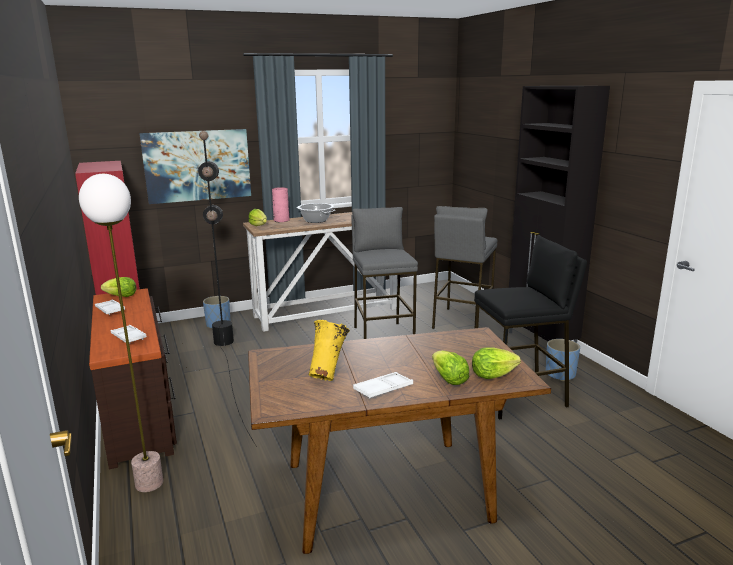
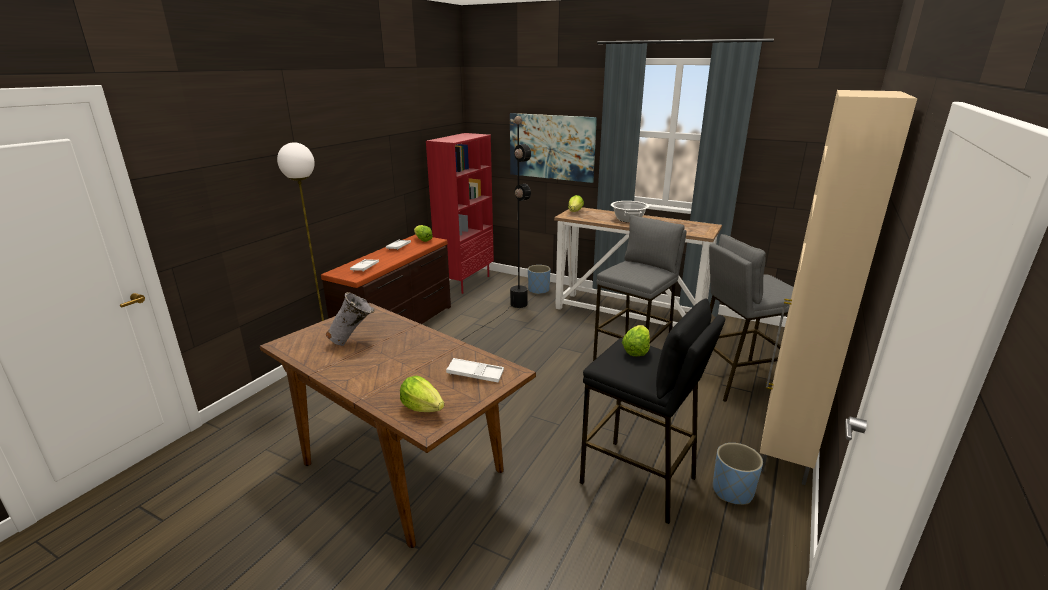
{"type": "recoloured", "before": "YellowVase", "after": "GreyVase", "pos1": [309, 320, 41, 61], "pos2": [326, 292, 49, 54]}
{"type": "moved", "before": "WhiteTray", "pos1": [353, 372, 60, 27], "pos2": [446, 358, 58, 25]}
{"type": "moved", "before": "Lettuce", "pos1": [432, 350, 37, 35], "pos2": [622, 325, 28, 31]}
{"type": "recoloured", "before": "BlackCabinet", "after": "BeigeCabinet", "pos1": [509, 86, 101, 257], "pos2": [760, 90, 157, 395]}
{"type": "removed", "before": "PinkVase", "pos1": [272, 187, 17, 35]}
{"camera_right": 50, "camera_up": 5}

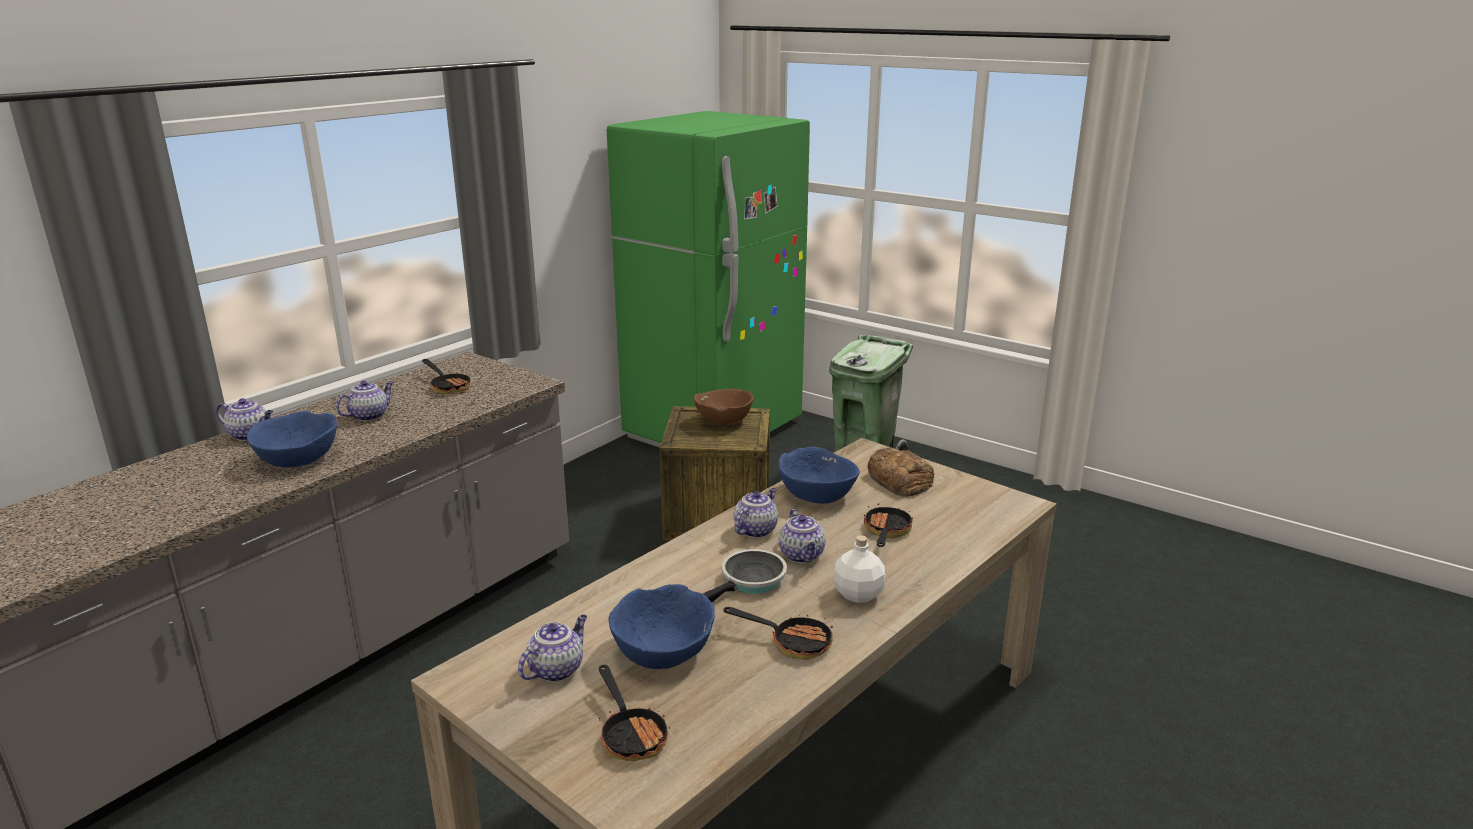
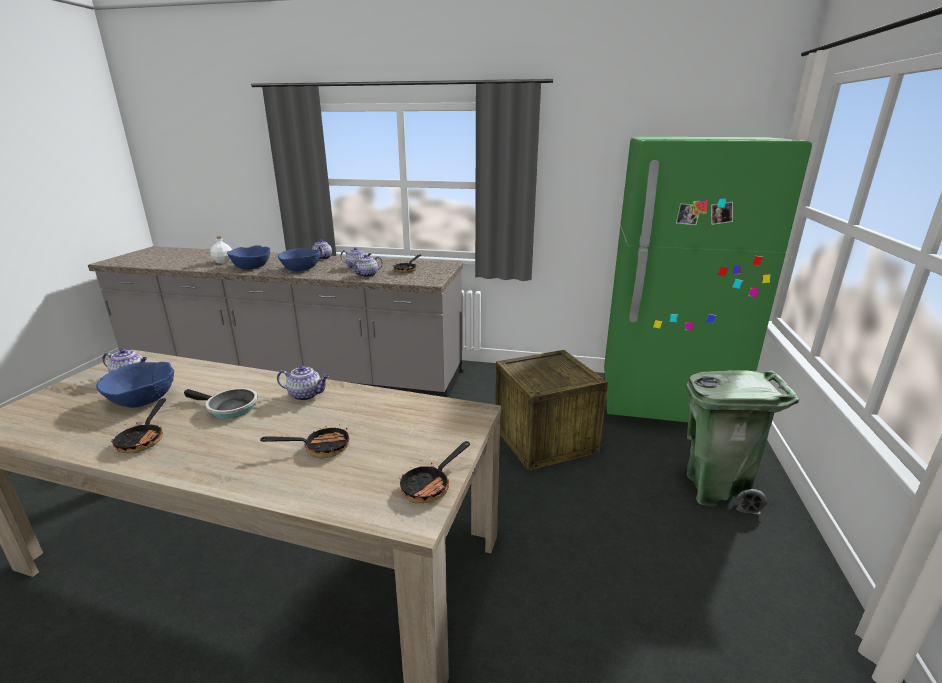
{"type": "moved", "before": "WhiteBottle", "pos1": [833, 535, 52, 68], "pos2": [210, 236, 22, 28]}
{"type": "moved", "before": "BlueBowl", "pos1": [778, 447, 82, 57], "pos2": [227, 245, 43, 24]}
{"type": "moved", "before": "Teapot", "pos1": [779, 509, 47, 54], "pos2": [350, 254, 33, 23]}
{"type": "moved", "before": "FryingPan", "pos1": [599, 665, 72, 96], "pos2": [400, 441, 70, 63]}
{"type": "removed", "before": "BrownBowl", "pos1": [694, 388, 60, 36]}
{"type": "removed", "before": "Bread", "pos1": [868, 448, 66, 49]}
{"camera_right": 65, "camera_up": 0}

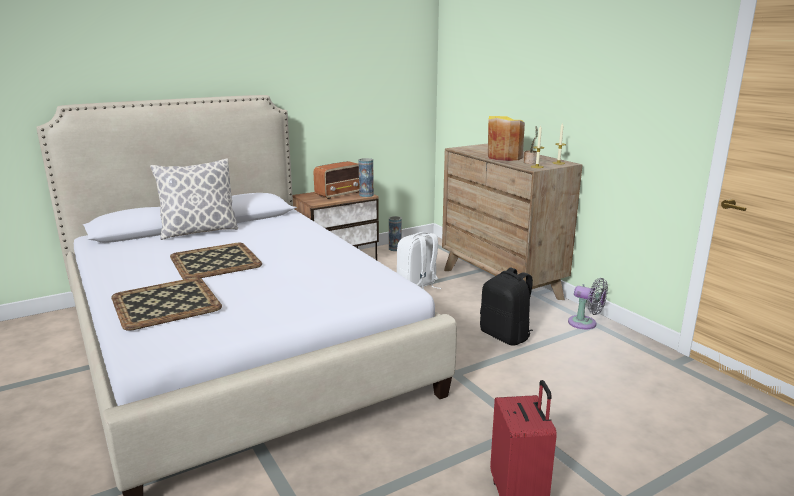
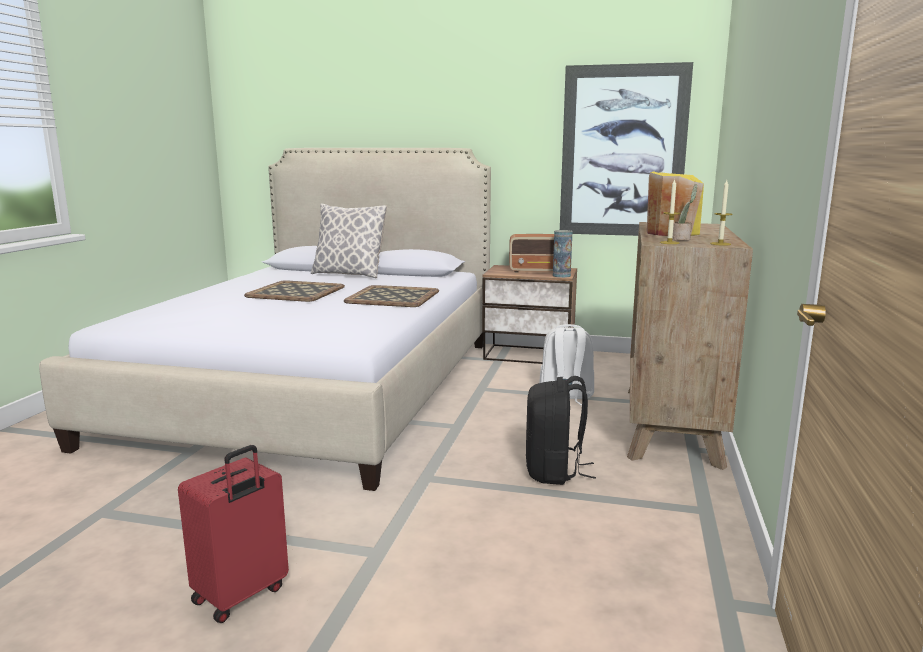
{"type": "moved", "before": "Tray", "pos1": [111, 277, 111, 54], "pos2": [344, 285, 95, 22]}
{"type": "added", "after": "Picture", "pos2": [560, 62, 133, 174]}
{"type": "removed", "before": "Vase", "pos1": [389, 216, 13, 35]}
{"type": "removed", "before": "GreyFan", "pos1": [568, 278, 40, 51]}
{"camera_right": 45, "camera_up": -5}

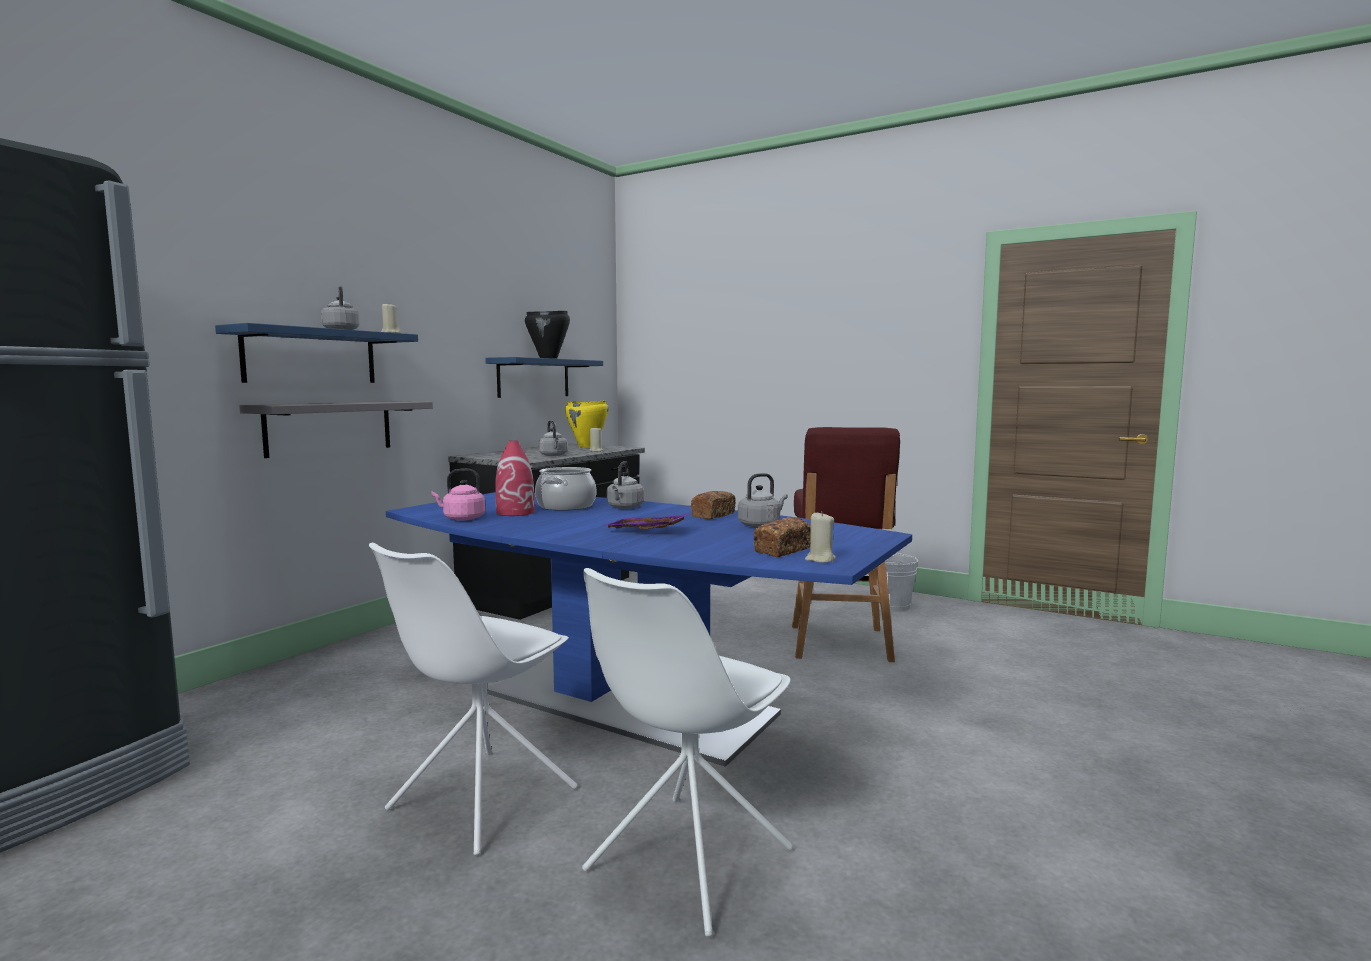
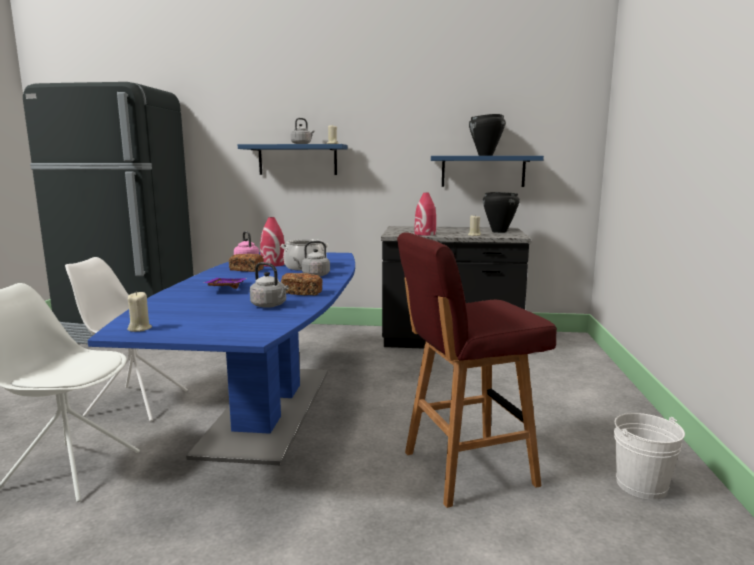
{"type": "moved", "before": "Bread", "pos1": [754, 517, 57, 40], "pos2": [229, 254, 35, 18]}
{"type": "replaced", "before": "GreyKettle", "after": "RedVase", "pos1": [539, 420, 29, 36], "pos2": [414, 192, 22, 44]}
{"type": "recoloured", "before": "YellowCookingPot", "after": "BlackCookingPot", "pos1": [565, 400, 44, 48], "pos2": [483, 192, 37, 41]}
{"type": "removed", "before": "GreyShelf", "pos1": [239, 401, 194, 57]}
{"camera_right": 65, "camera_up": 5}

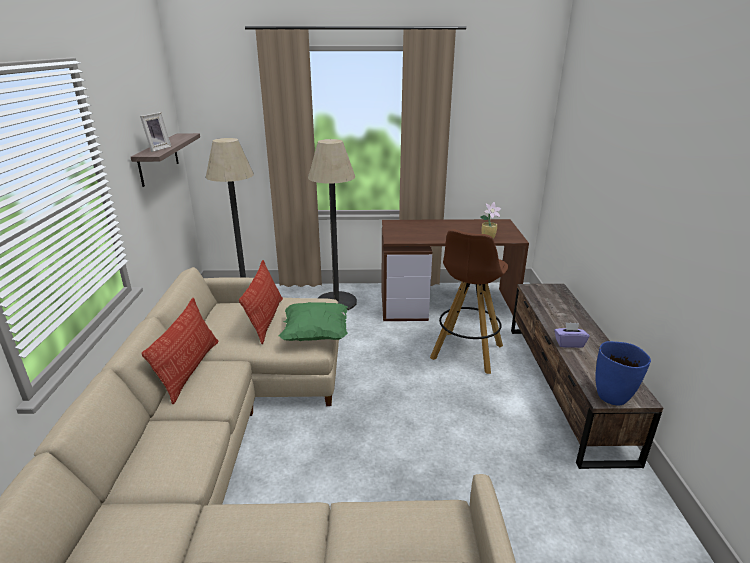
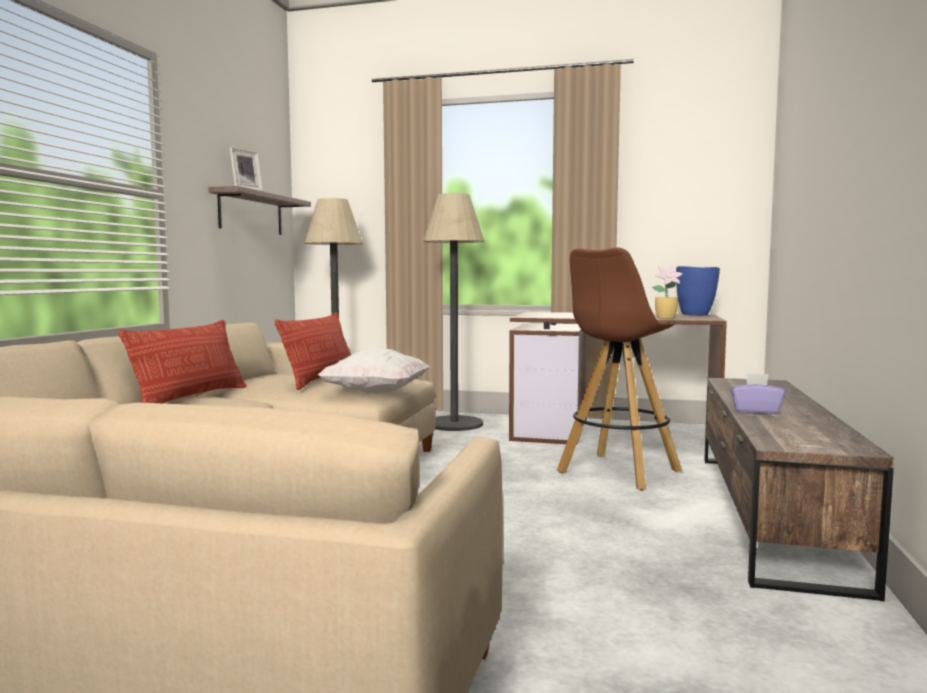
{"type": "recoloured", "before": "GreenPillow", "after": "WhitePillow", "pos1": [279, 302, 69, 39], "pos2": [317, 347, 113, 47]}
{"type": "moved", "before": "BlueVase", "pos1": [595, 341, 56, 64], "pos2": [676, 266, 44, 49]}
{"camera_right": 15, "camera_up": -20}

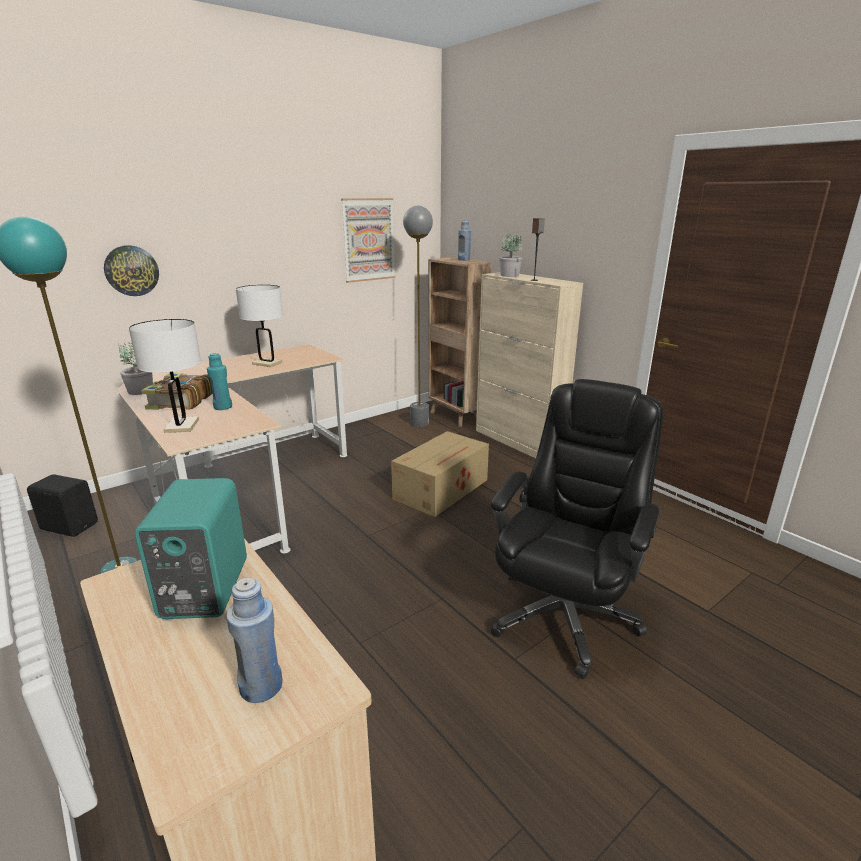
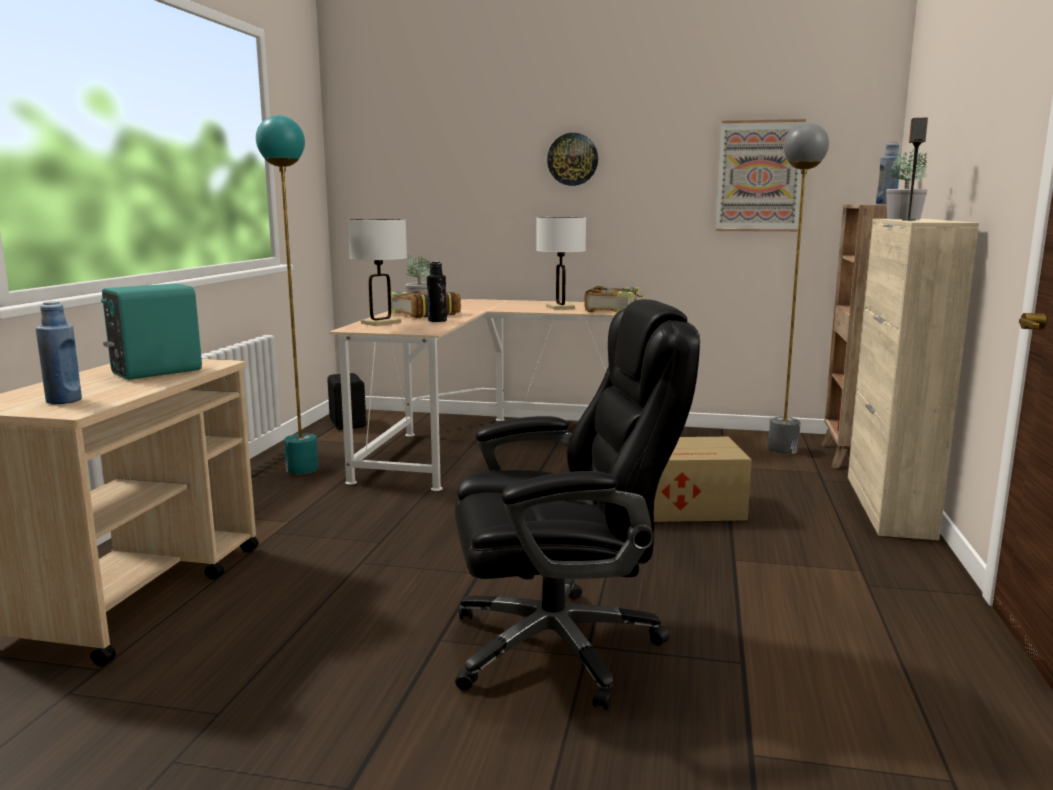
{"type": "recoloured", "before": "TurquoiseBottle", "after": "BlackBottle", "pos1": [207, 353, 25, 57], "pos2": [427, 262, 20, 60]}
{"type": "moved", "before": "WallClock", "pos1": [104, 245, 55, 51], "pos2": [547, 133, 51, 53]}
{"type": "added", "after": "Book", "pos2": [584, 286, 62, 27]}
{"camera_right": 50, "camera_up": -10}

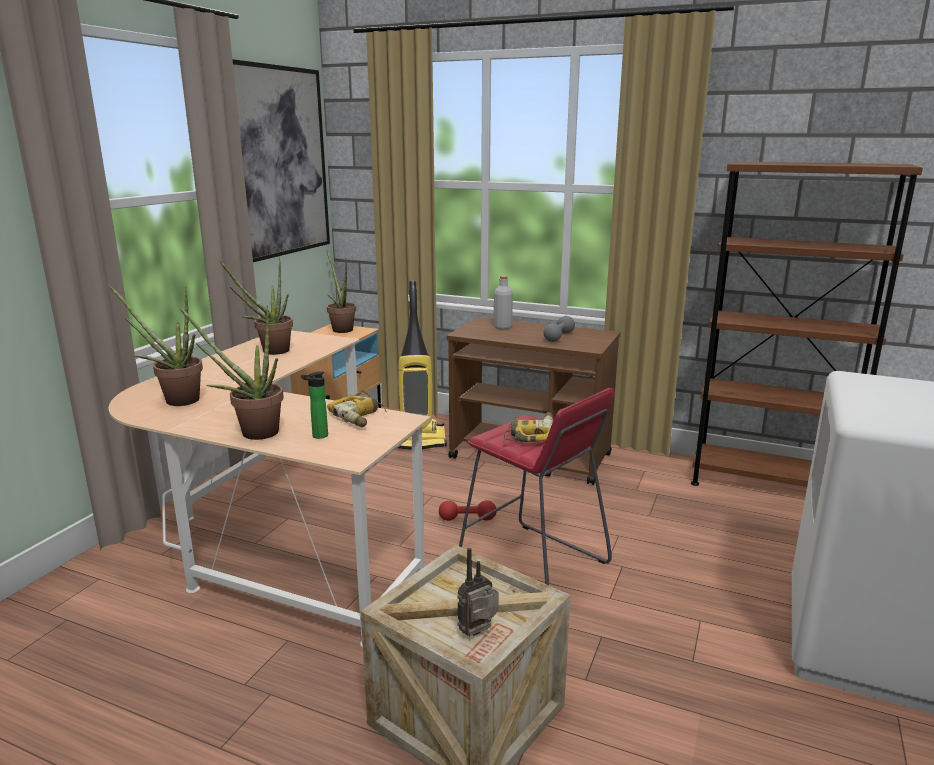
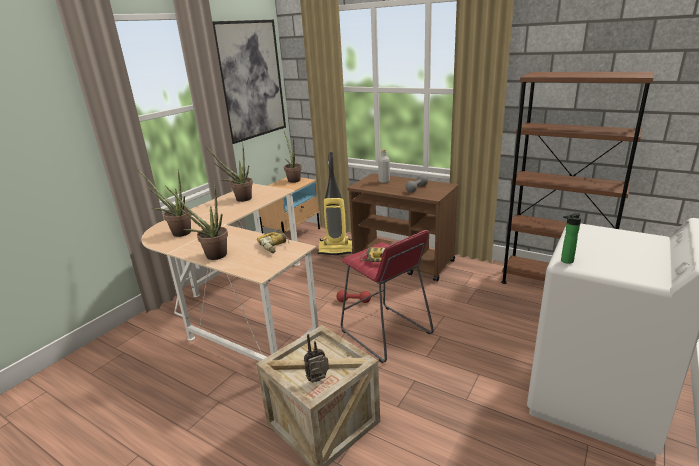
{"type": "moved", "before": "Bottle", "pos1": [301, 371, 27, 68], "pos2": [561, 213, 20, 51]}
{"camera_right": 10, "camera_up": 5}

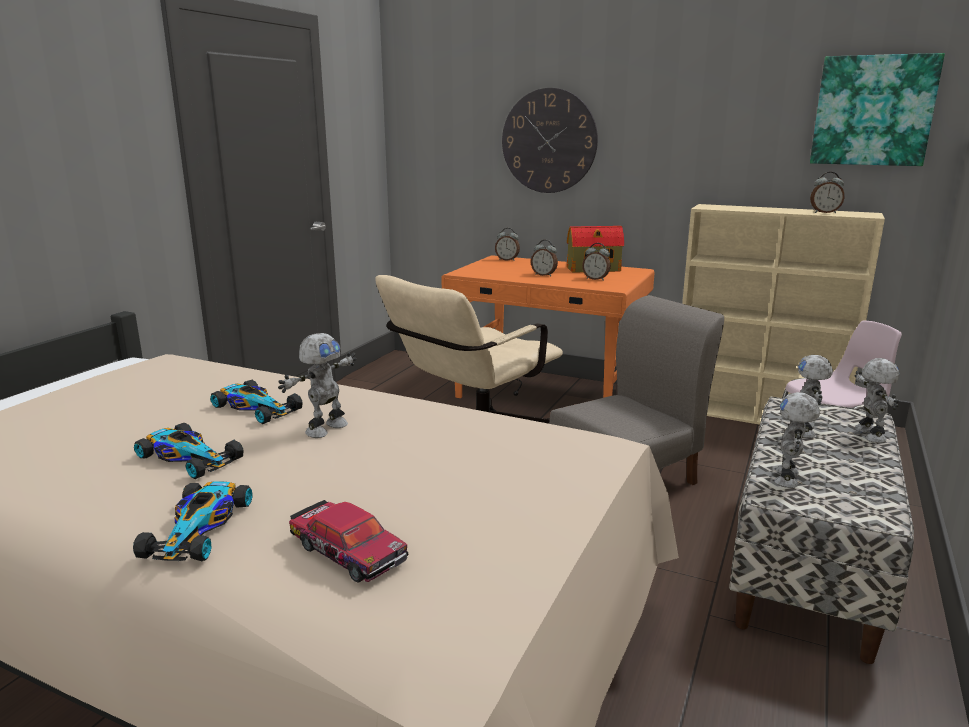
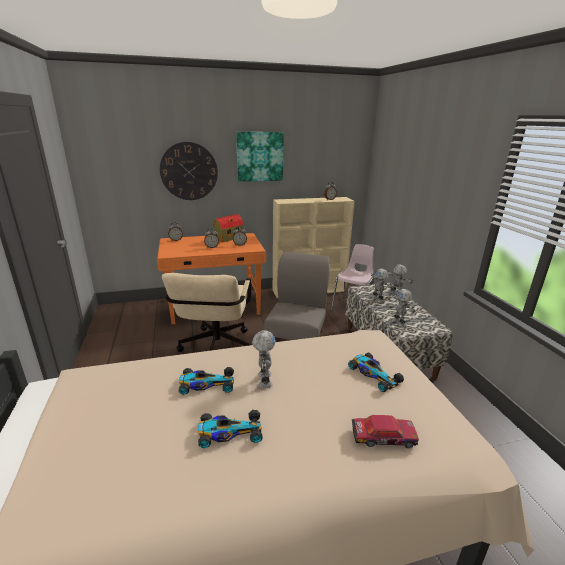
{"type": "moved", "before": "Picture", "pos1": [810, 53, 135, 113], "pos2": [236, 132, 48, 50]}
{"type": "moved", "before": "ToyCar", "pos1": [133, 481, 119, 80], "pos2": [348, 353, 56, 39]}
{"camera_right": -40, "camera_up": 5}

